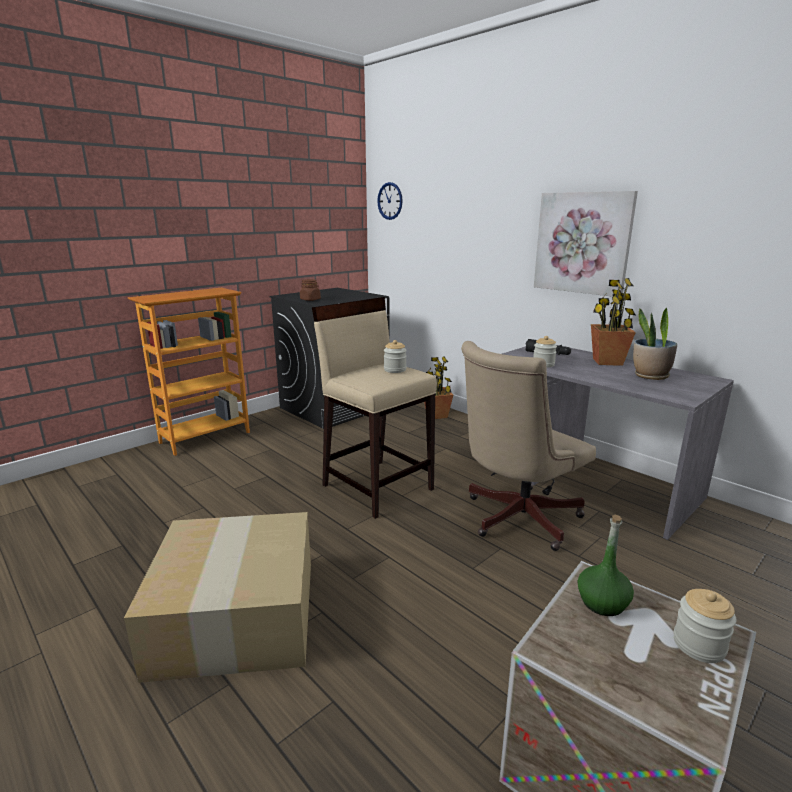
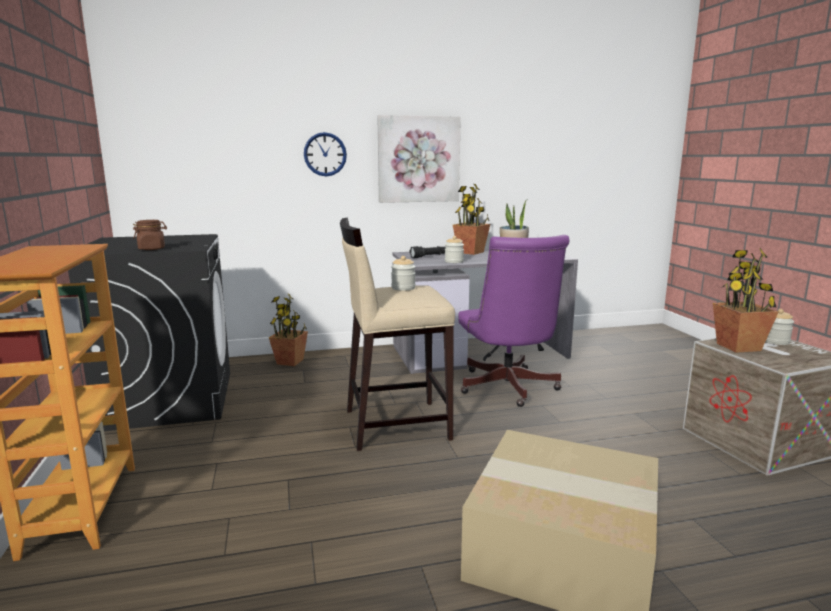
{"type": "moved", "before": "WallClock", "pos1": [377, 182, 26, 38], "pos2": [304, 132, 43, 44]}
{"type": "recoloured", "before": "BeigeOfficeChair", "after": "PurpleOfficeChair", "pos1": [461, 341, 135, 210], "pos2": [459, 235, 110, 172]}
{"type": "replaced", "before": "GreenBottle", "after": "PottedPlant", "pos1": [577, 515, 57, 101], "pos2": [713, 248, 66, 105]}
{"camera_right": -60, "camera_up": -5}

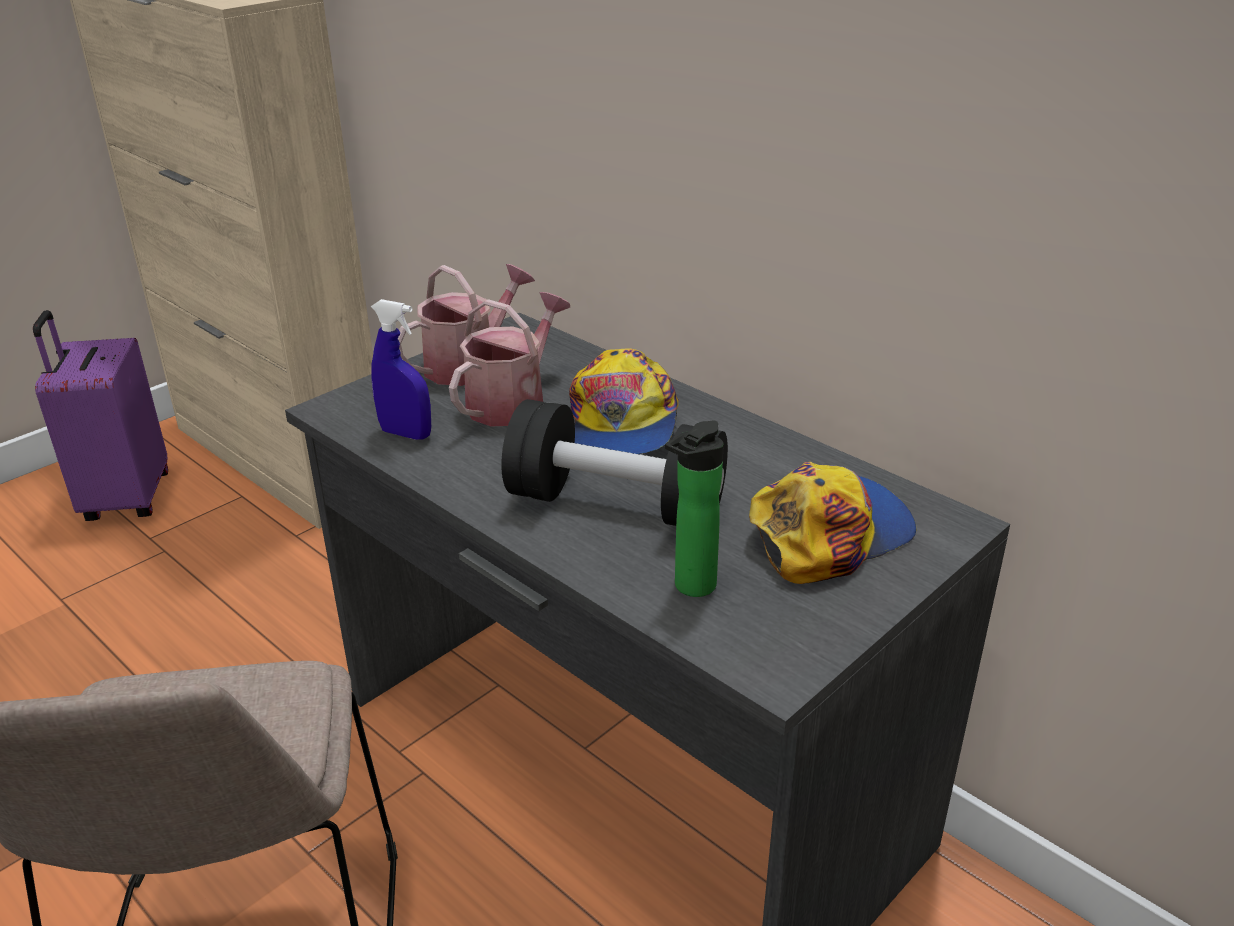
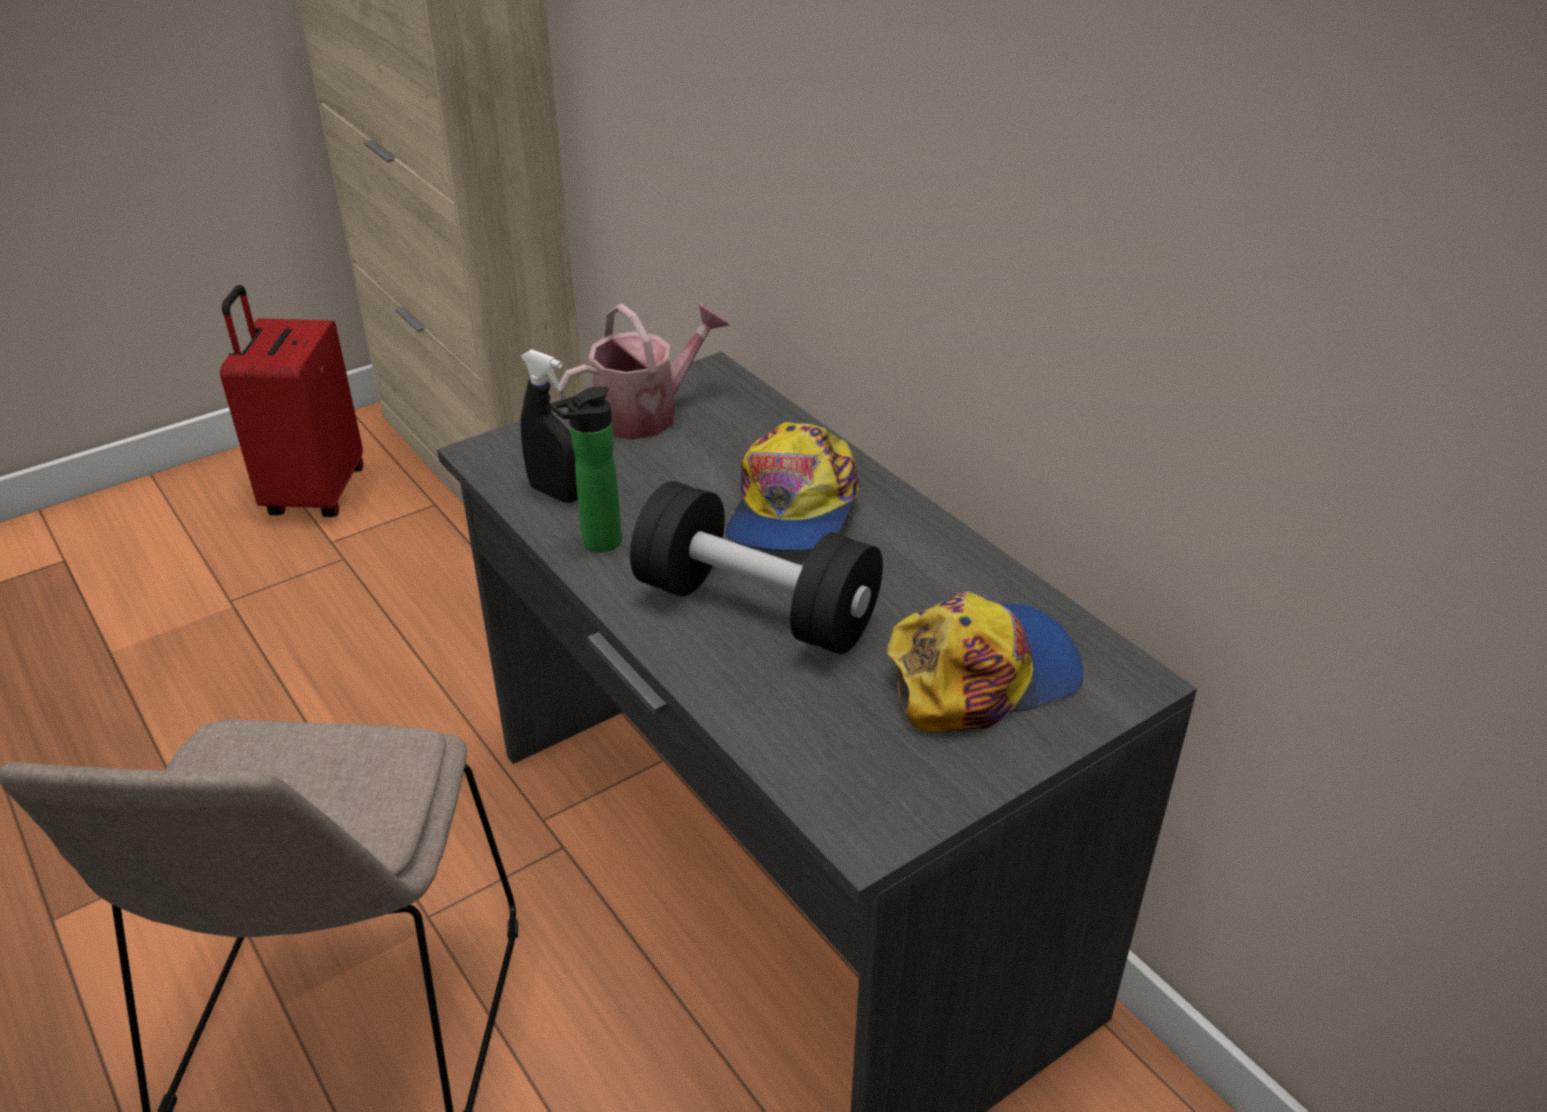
{"type": "recoloured", "before": "PurpleSuitcase", "after": "RedSuitcase", "pos1": [33, 310, 135, 211], "pos2": [220, 285, 143, 232]}
{"type": "recoloured", "before": "BlueSprayBottle", "after": "BlackSprayBottle", "pos1": [371, 299, 60, 141], "pos2": [521, 349, 57, 154]}
{"type": "moved", "before": "Bottle", "pos1": [665, 421, 59, 176], "pos2": [550, 387, 72, 165]}
{"type": "removed", "before": "WateringCan", "pos1": [449, 292, 121, 135]}
{"camera_right": 10, "camera_up": 5}

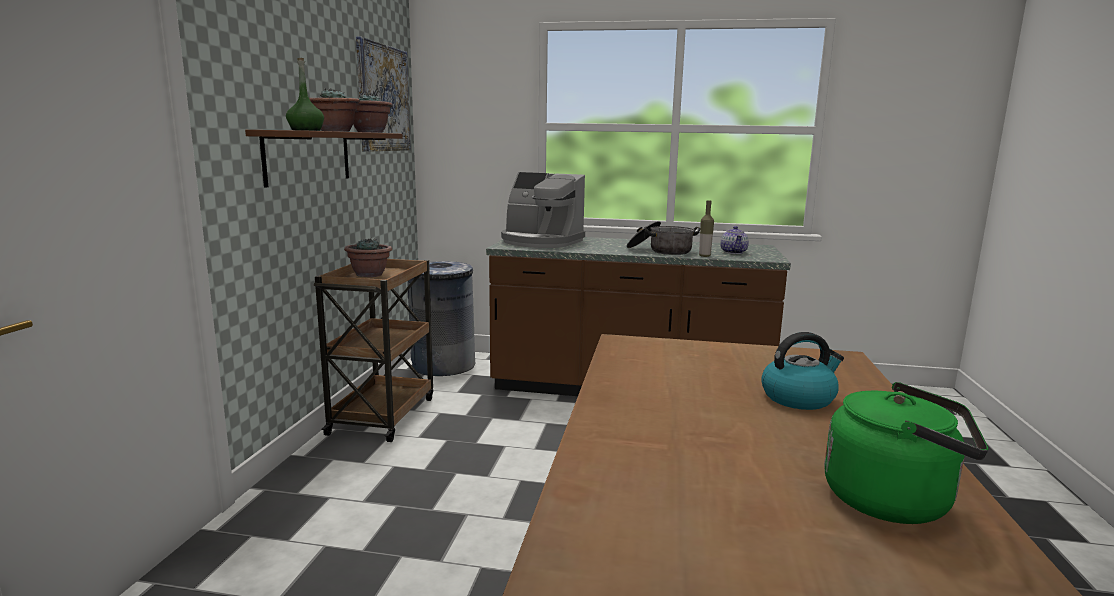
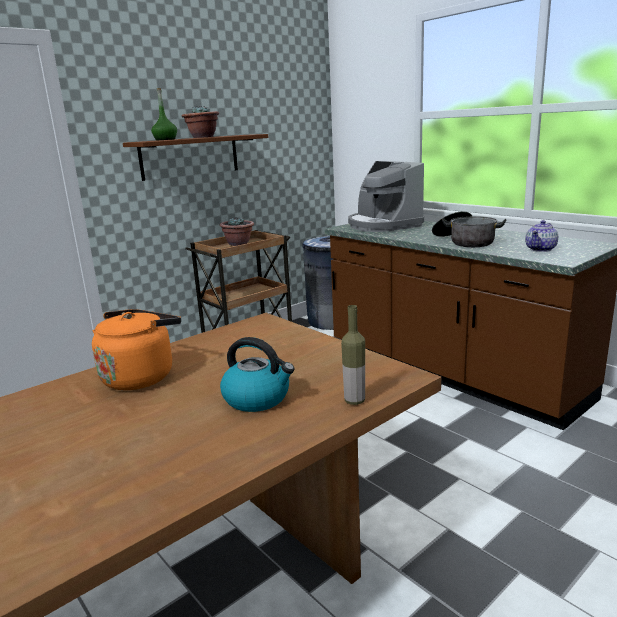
{"type": "added", "after": "OrangeKettle", "pos2": [92, 309, 89, 81]}
{"type": "moved", "before": "Bottle", "pos1": [699, 200, 15, 57], "pos2": [341, 305, 24, 100]}
{"type": "removed", "before": "PottedPlant", "pos1": [353, 93, 40, 40]}
{"type": "removed", "before": "Picture", "pos1": [356, 37, 55, 115]}
{"type": "removed", "before": "GreenKettle", "pos1": [824, 382, 164, 142]}
{"camera_right": 40, "camera_up": 5}

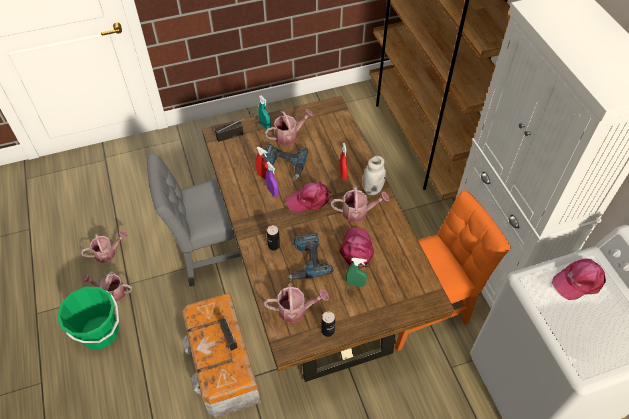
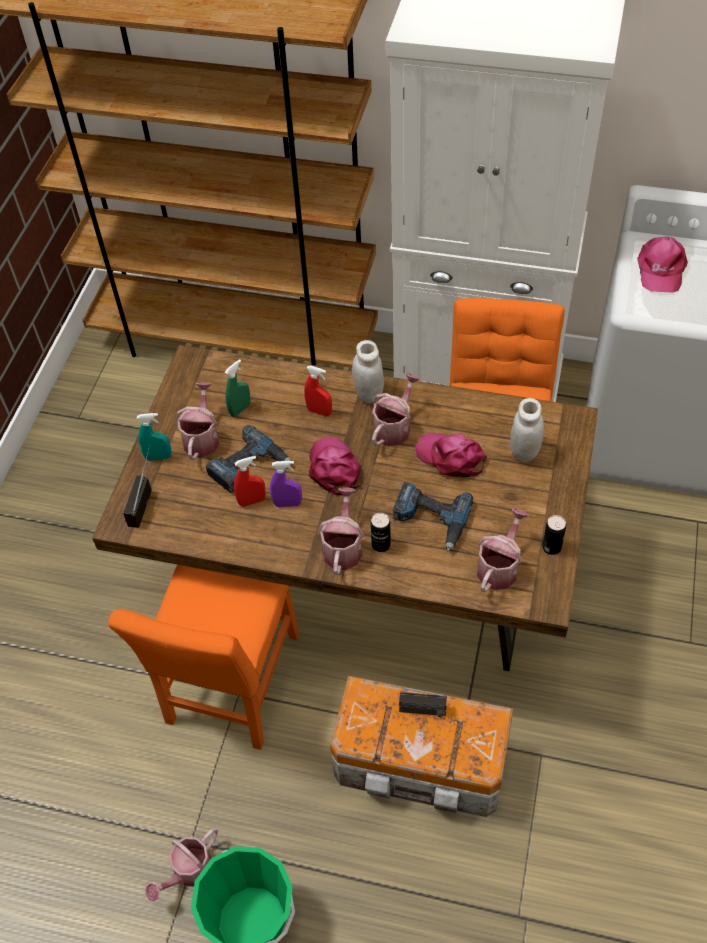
{"type": "recoloured", "before": "GreyChair", "after": "OrangeChair", "pos1": [147, 154, 94, 133], "pos2": [108, 565, 191, 185]}
{"type": "moved", "before": "GreenSprayBottle", "pos1": [346, 258, 21, 29], "pos2": [225, 359, 26, 58]}
{"type": "turned", "before": "PinkCap", "pos1": [286, 182, 45, 31], "pos2": [309, 436, 51, 60], "turn": 150}
{"type": "moved", "before": "WateringCan", "pos1": [81, 230, 47, 33], "pos2": [318, 487, 46, 88]}
{"type": "added", "after": "WhiteJar", "pos2": [510, 398, 34, 64]}
{"camera_right": -55, "camera_up": 0}

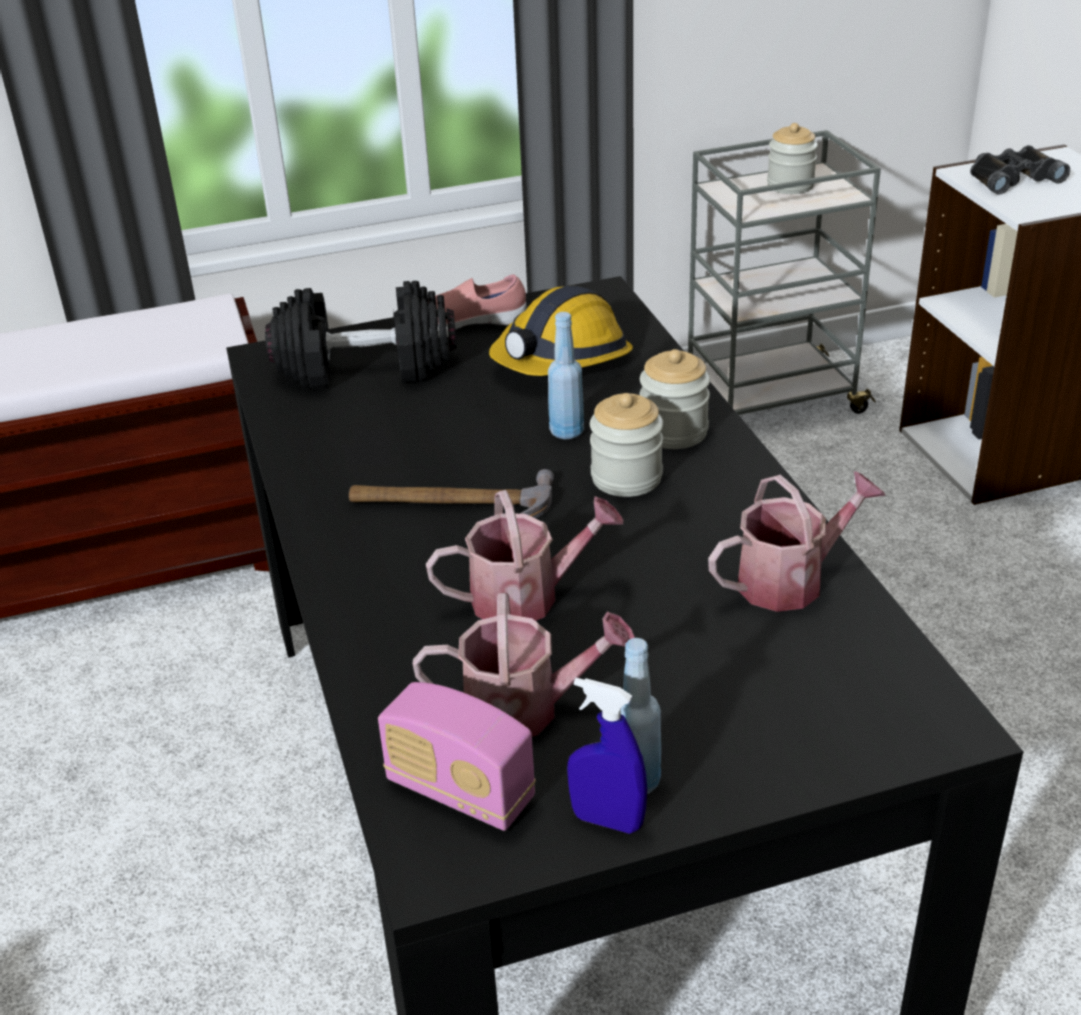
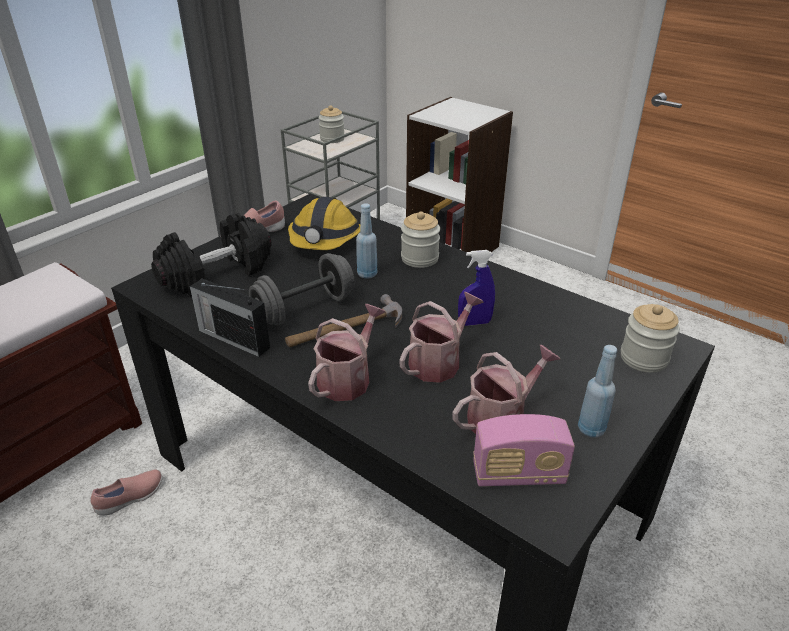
{"type": "added", "after": "PinkShoe", "pos2": [90, 469, 72, 47]}
{"type": "added", "after": "Radio", "pos2": [190, 279, 80, 78]}
{"type": "added", "after": "GreyDumbbell", "pos2": [249, 253, 106, 73]}
{"type": "moved", "before": "WateringCan", "pos1": [708, 471, 178, 141], "pos2": [308, 304, 78, 97]}
{"type": "moved", "before": "BlueSprayBottle", "pos1": [567, 678, 80, 156], "pos2": [458, 250, 37, 76]}
{"type": "moved", "before": "Jar", "pos1": [590, 393, 73, 104], "pos2": [621, 304, 59, 69]}
{"type": "removed", "before": "BlackBinoculars", "pos1": [970, 145, 100, 50]}
{"camera_right": -35, "camera_up": 0}

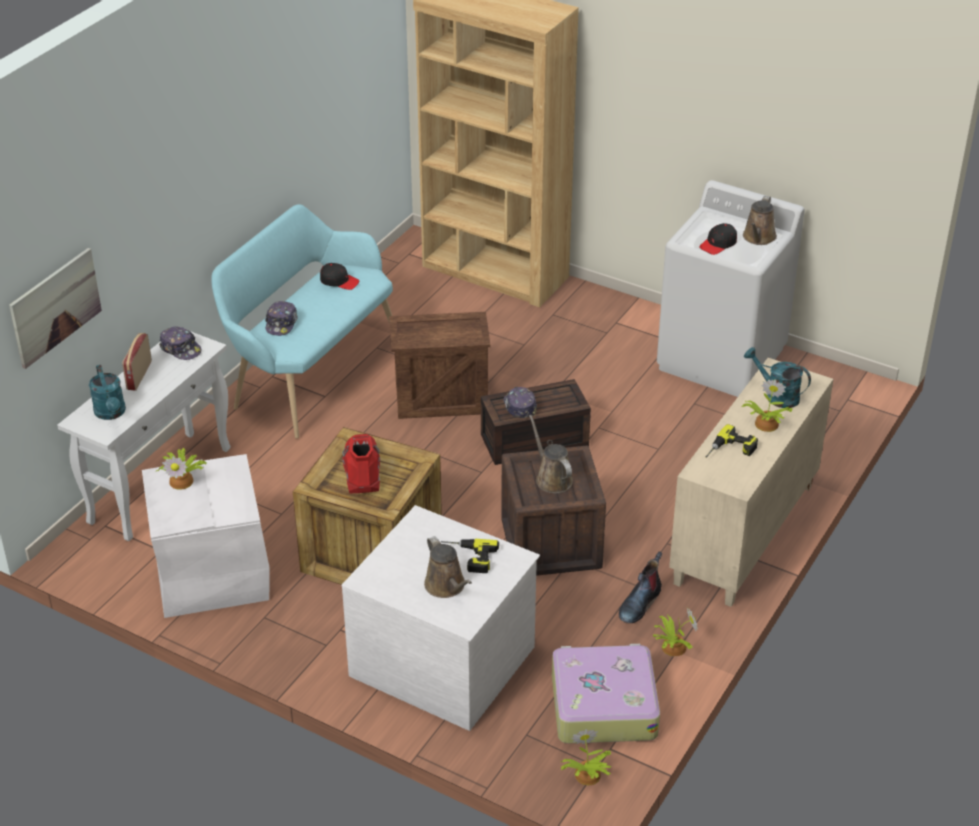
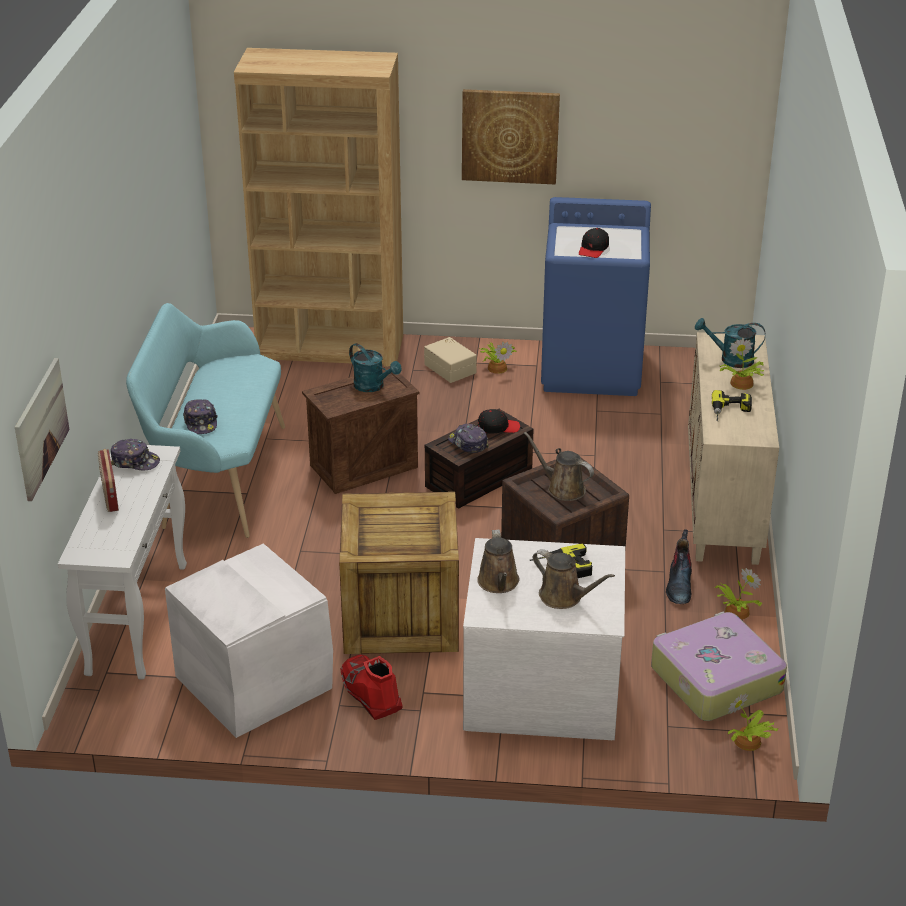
{"type": "moved", "before": "RedBoot", "pos1": [342, 434, 38, 59], "pos2": [340, 654, 63, 66]}
{"type": "moved", "before": "TurquoiseWateringCan", "pos1": [89, 365, 37, 55], "pos2": [349, 343, 52, 49]}
{"type": "added", "after": "BeigeStorageBox", "pos2": [424, 337, 53, 46]}
{"type": "added", "after": "Picture", "pos2": [462, 89, 98, 96]}
{"type": "moved", "before": "BrownWateringCan", "pos1": [743, 196, 34, 49], "pos2": [477, 529, 43, 64]}
{"type": "moved", "before": "BlackCap", "pos1": [320, 263, 39, 27], "pos2": [478, 409, 42, 24]}
{"type": "moved", "before": "PottedPlant", "pos1": [156, 448, 51, 42], "pos2": [480, 342, 37, 32]}
{"type": "recoloured", "before": "WhiteWashingMachine", "after": "BlueWashingMachine", "pos1": [657, 180, 148, 217], "pos2": [541, 197, 110, 199]}
{"camera_right": -25, "camera_up": -5}

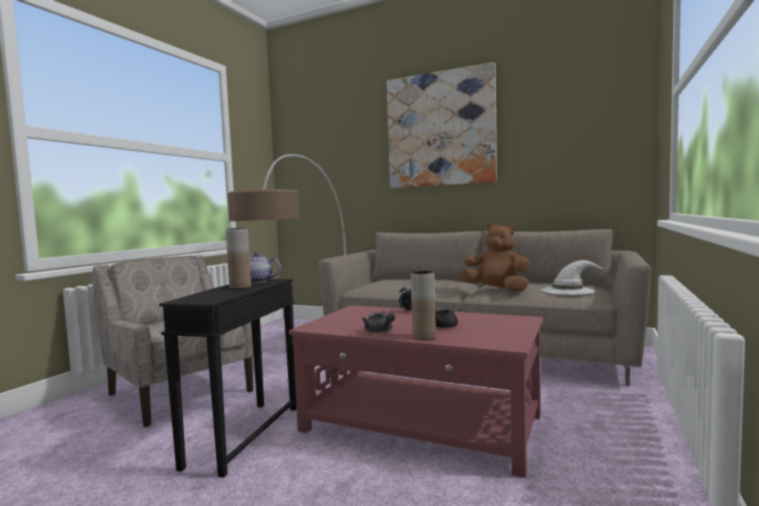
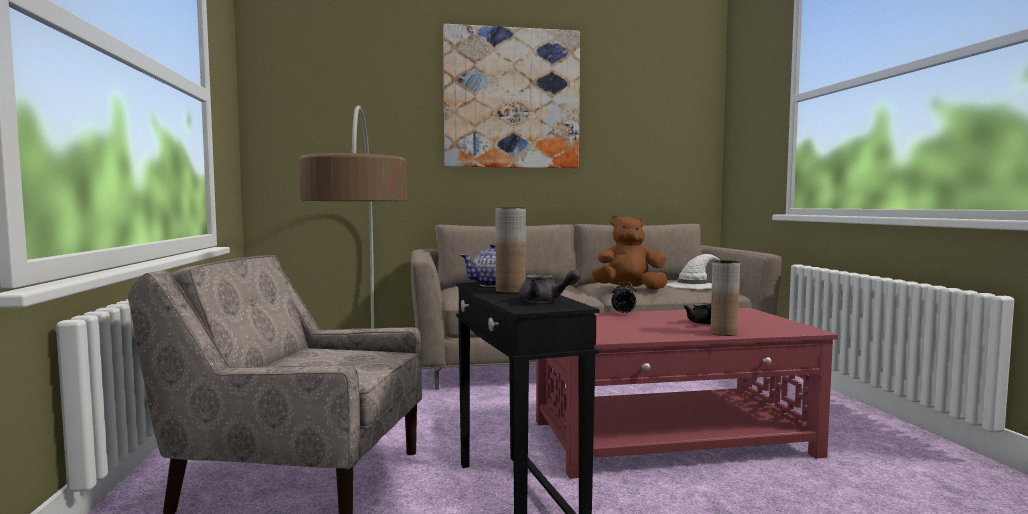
{"type": "moved", "before": "GreyTeapot", "pos1": [362, 312, 33, 21], "pos2": [518, 270, 63, 33]}
{"camera_right": -35, "camera_up": 0}

